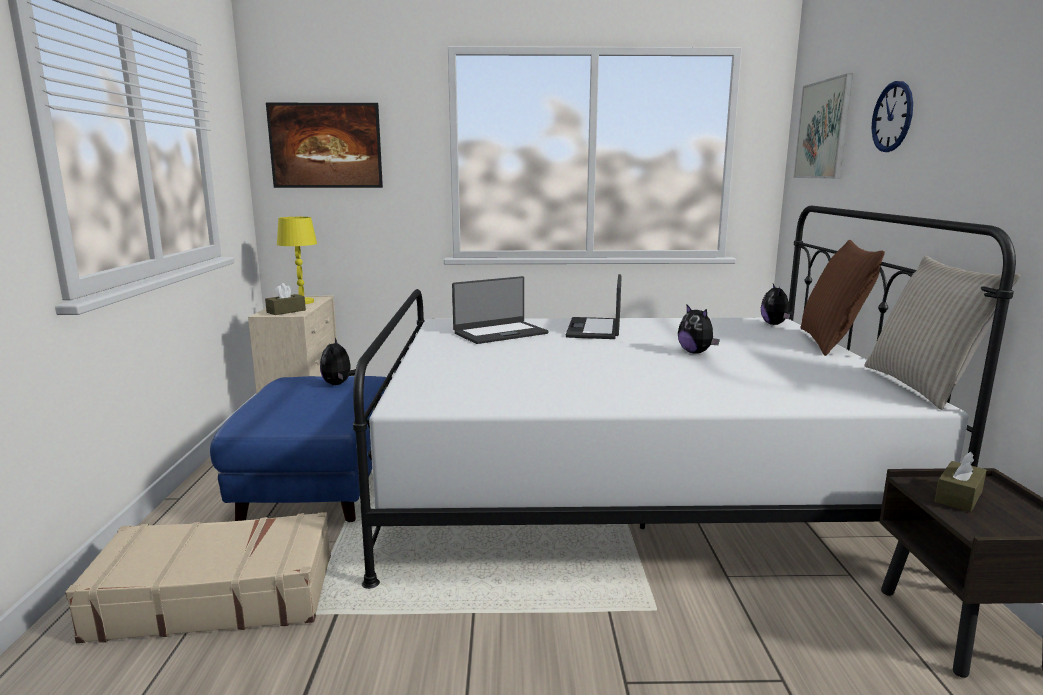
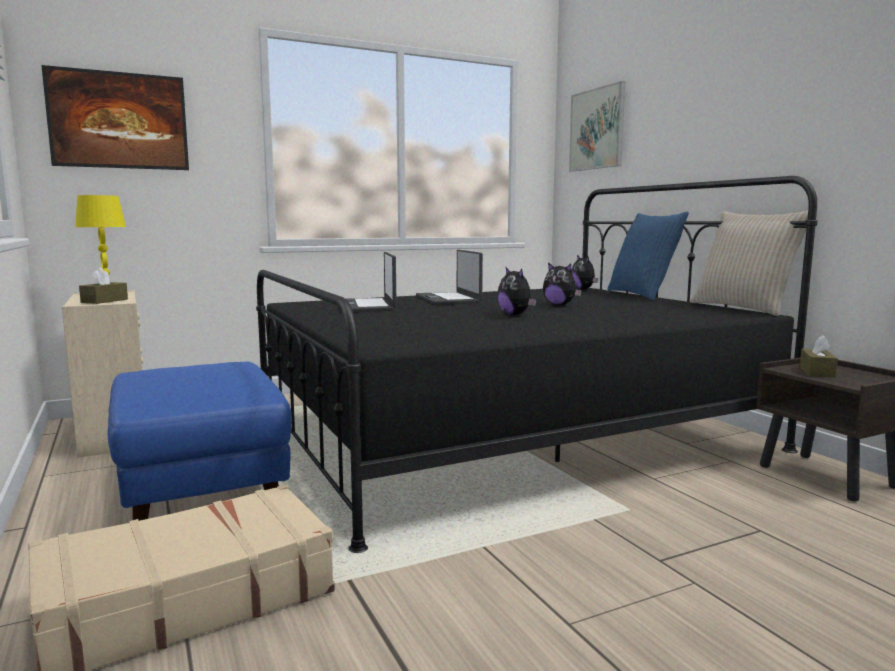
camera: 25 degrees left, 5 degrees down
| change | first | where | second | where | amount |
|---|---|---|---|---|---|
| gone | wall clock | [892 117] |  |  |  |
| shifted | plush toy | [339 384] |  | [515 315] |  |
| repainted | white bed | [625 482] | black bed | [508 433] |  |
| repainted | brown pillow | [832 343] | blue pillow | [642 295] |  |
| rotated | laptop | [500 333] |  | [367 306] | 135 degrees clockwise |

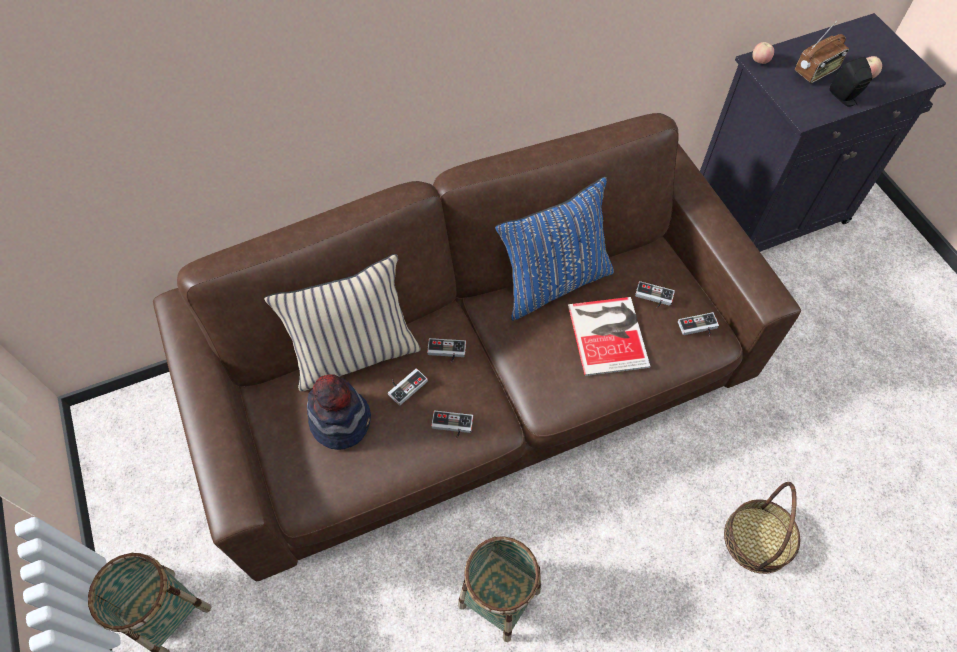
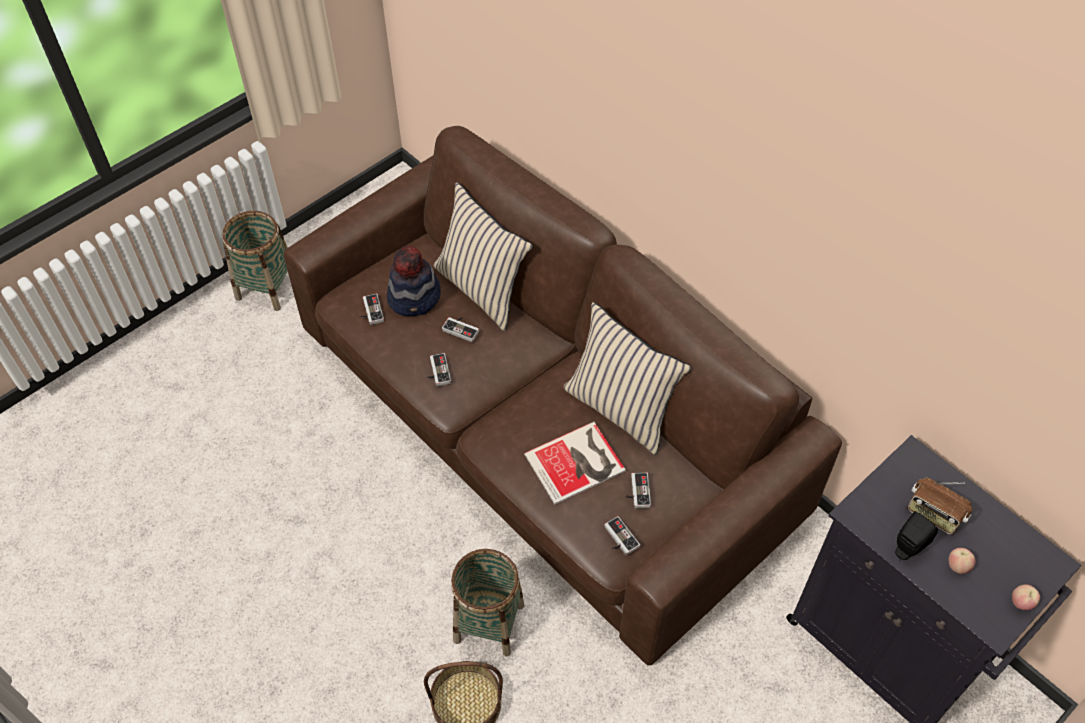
camera: 70 degrees right, 5 degrees down
| change | first | where | second | where | amount |
|---|---|---|---|---|---|
| shifted | game controller | [446 352] |  | [370 311] |  |
| shifted | basket | [499 597] |  | [489 623] |  |
| shifted | apple | [759 61] |  | [1021 603] |  |
| repainted | blue pillow | [553 282] | beige pillow | [621 409] |  |

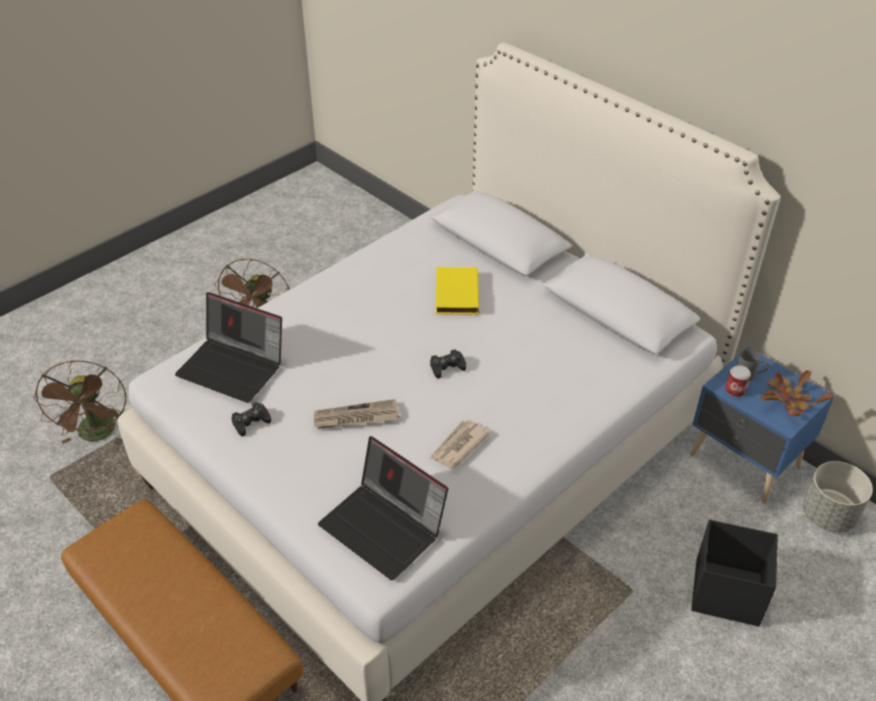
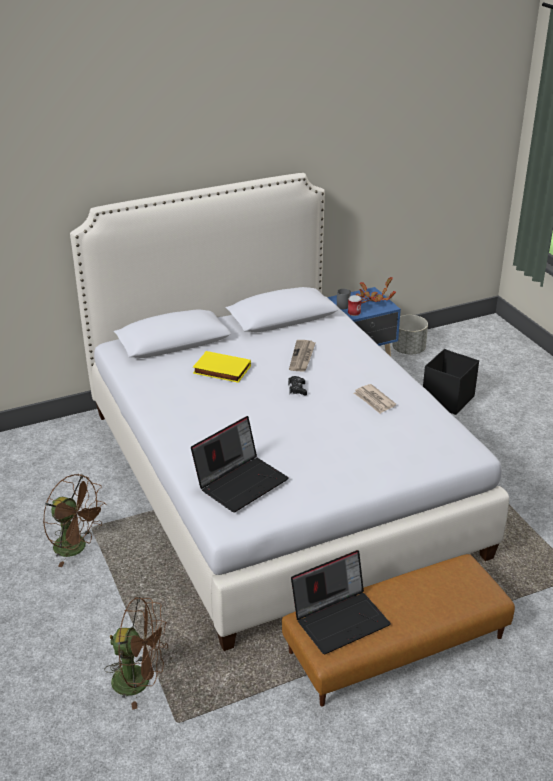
camera: 70 degrees left, 10 degrees down
| change | first | where | second | where | amount |
|---|---|---|---|---|---|
| gone | black game controller | [251 422] |  |  |  |
| shifted | newspaper | [356 417] |  | [302 357] |  |
| shifted | laptop | [385 528] |  | [340 618] |  |

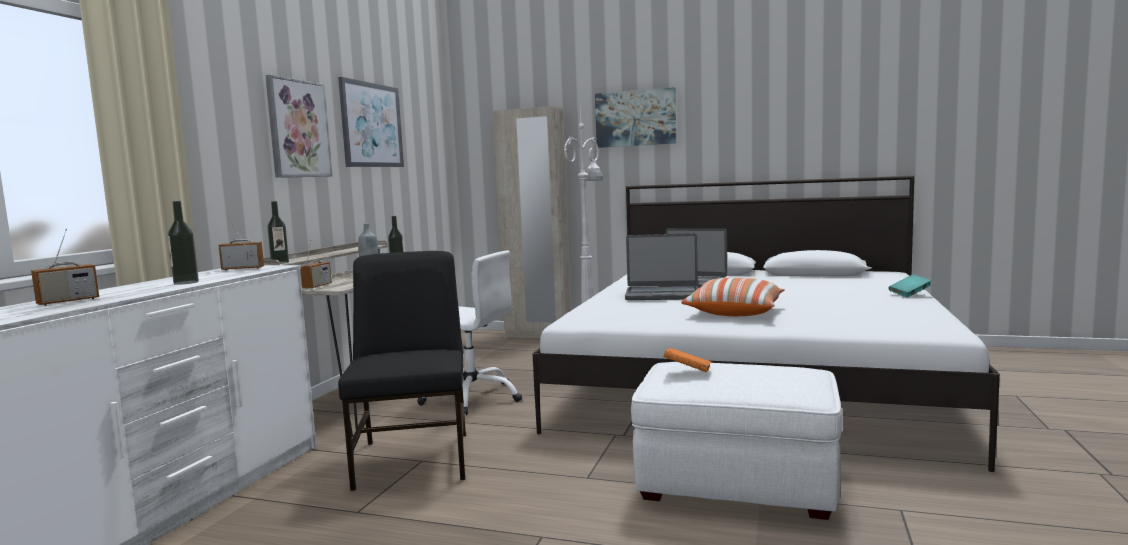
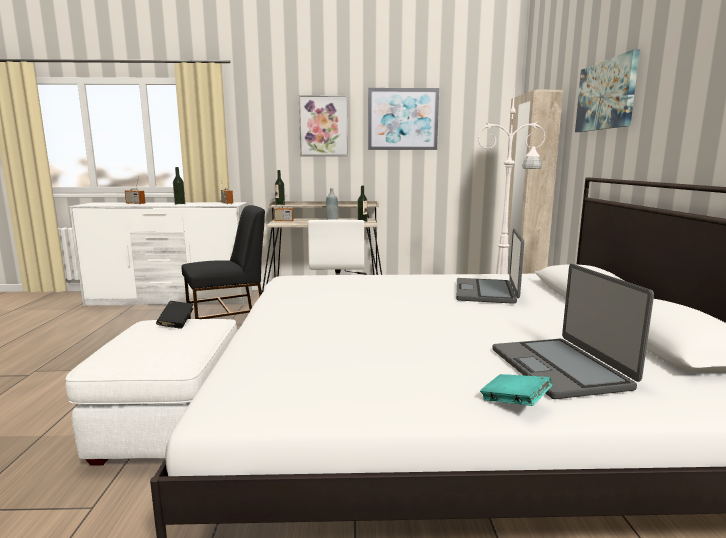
camera: 70 degrees right, 5 degrees up
| change | first | where | second | where | amount |
|---|---|---|---|---|---|
| gone | pillow | [734 312] |  |  |  |
| shifted | laptop | [662 295] |  | [560 368] |  |
| repainted | orange book | [687 372] | black book | [176 323] |  |

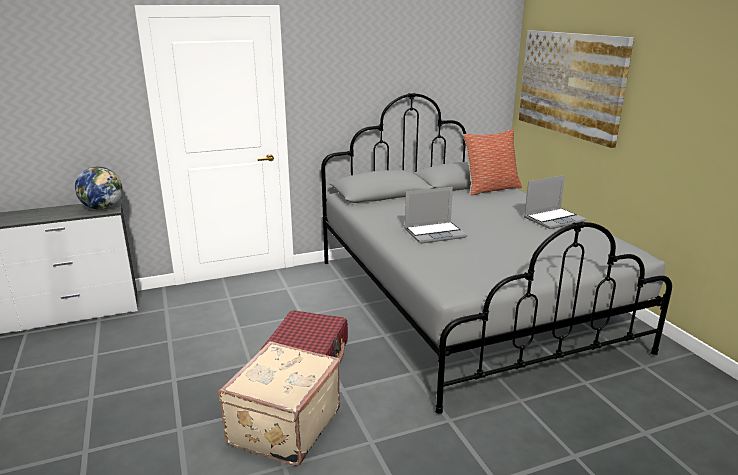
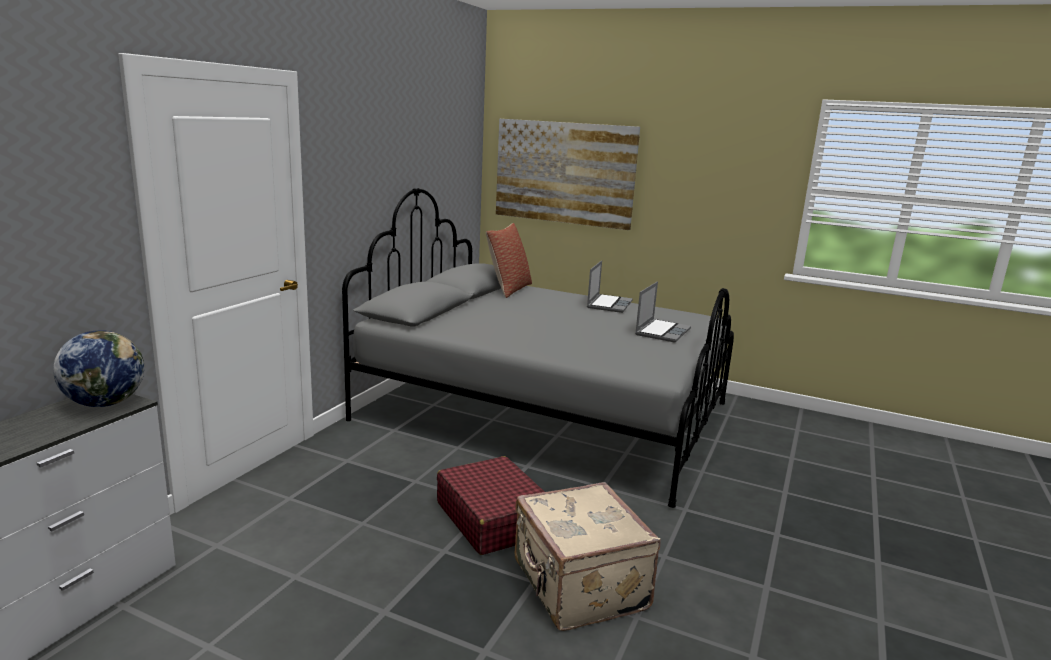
camera: 45 degrees left, 5 degrees down
| change | first | where | second | where | amount |
|---|---|---|---|---|---|
| shifted | laptop | [435 233] |  | [662 332] |  |

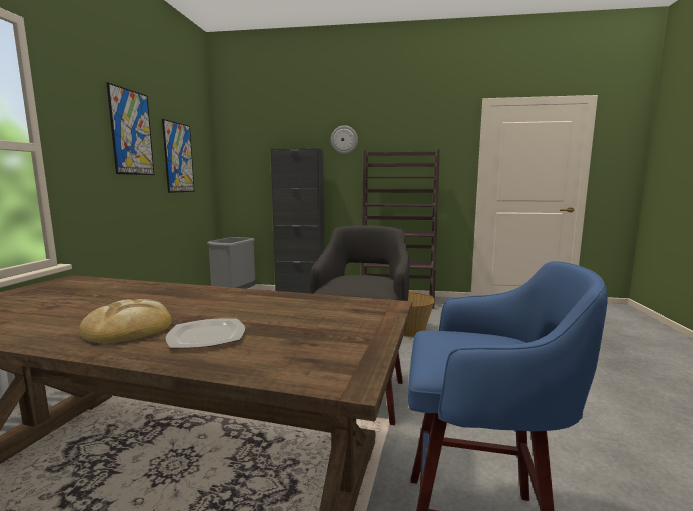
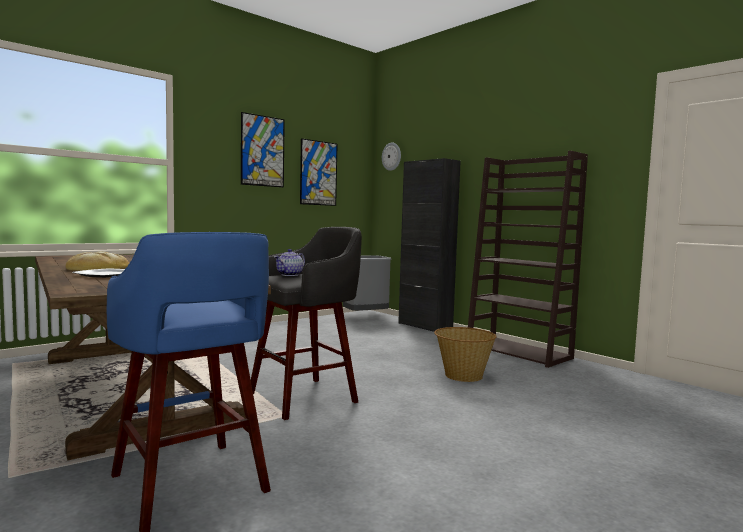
camera: 40 degrees right, 5 degrees down
| change | first | where | second | where | amount |
|---|---|---|---|---|---|
| new |  |  | teapot | [290 275] |  |
| shifted | wall clock | [344 139] |  | [391 156] |  |

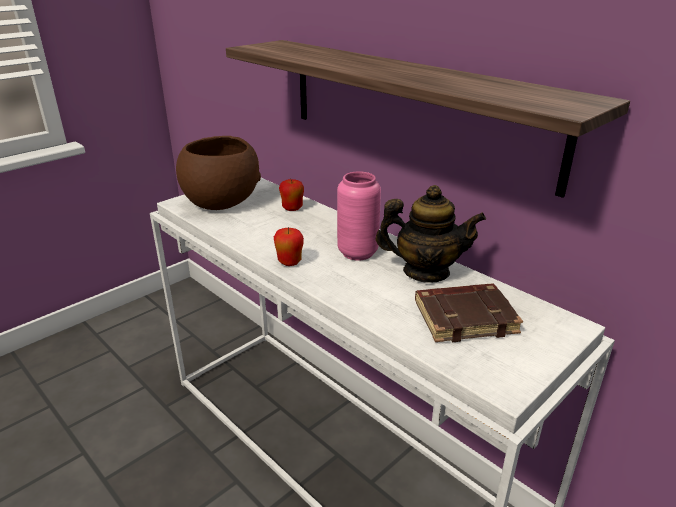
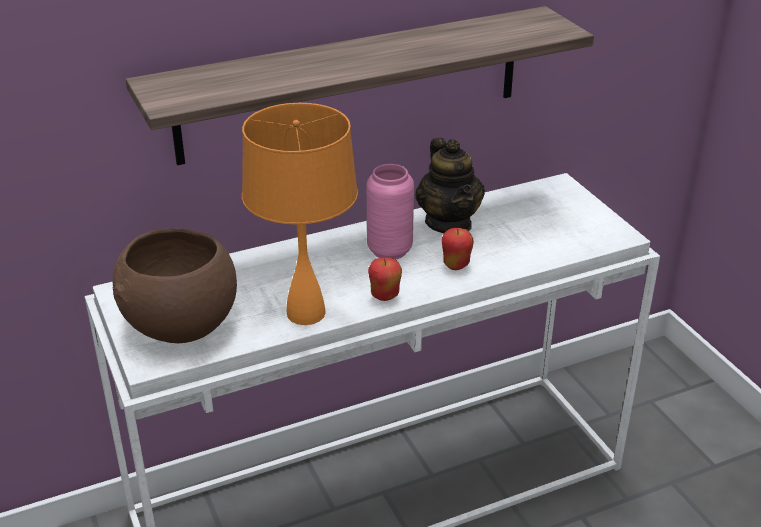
camera: 70 degrees left, 5 degrees up
| change | first | where | second | where | amount |
|---|---|---|---|---|---|
| gone | brown book | [465 317] |  |  |  |
| new |  |  | orange table lamp | [305 312] |  |
| shifted | apple | [292 209] |  | [456 265] |  |
| rotated | teapot | [425 272] |  | [449 223] | 135 degrees clockwise |

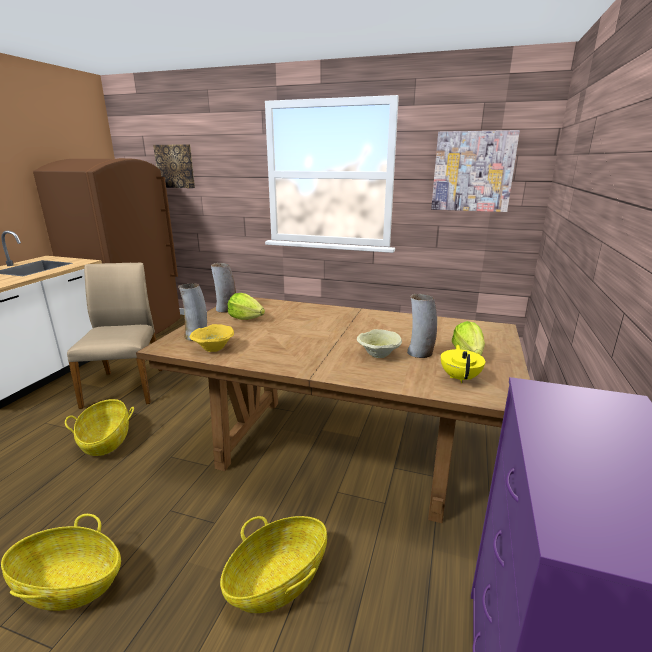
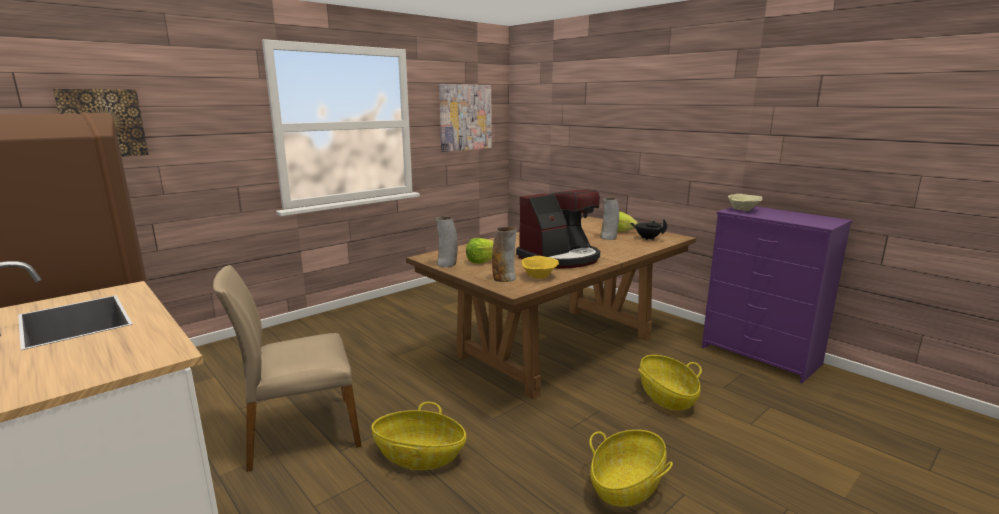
camera: 60 degrees left, 5 degrees down
| change | first | where | second | where | amount |
|---|---|---|---|---|---|
| new |  |  | coffee machine | [560 258] |  |
| shifted | beige bowl | [377 354] |  | [743 210] |  |
| repainted | yellow teapot | [460 377] | black teapot | [647 238] |  |
| rotated | beige chair | [126 386] |  | [301 433] | 45 degrees counterclockwise |

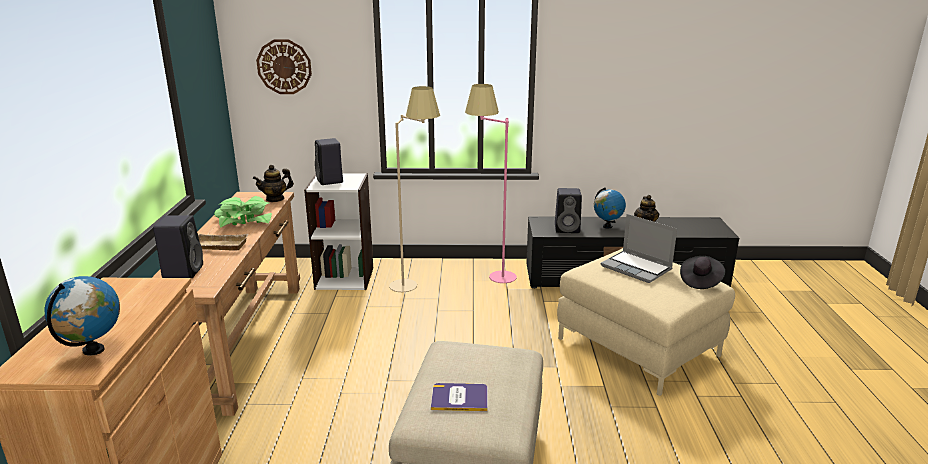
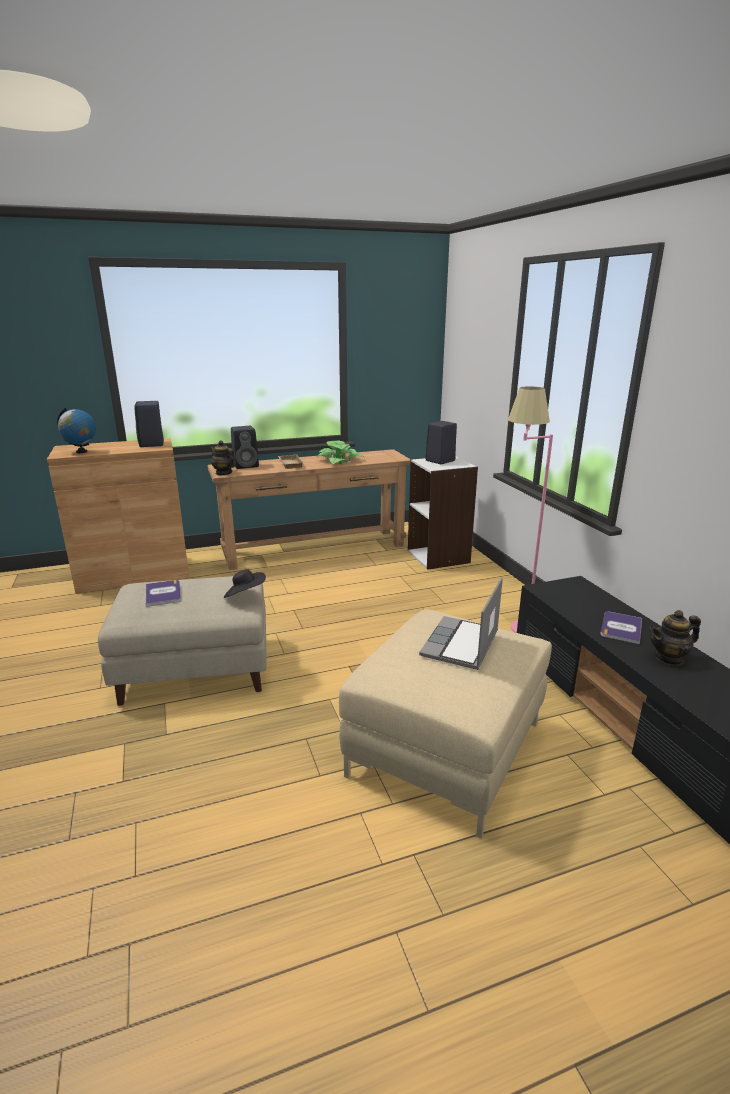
camera: 70 degrees right, 0 degrees up
| change | first | where | second | where | amount |
|---|---|---|---|---|---|
| gone | wall clock | [284 67] |  |  |  |
| gone | beige floor lamp | [416 284] |  |  |  |
| shifted | teapot | [275 199] |  | [223 473] |  |
| shifted | black speaker | [568 229] |  | [152 444] |  |
| shifted | black hat | [700 281] |  | [245 595] |  |
| swapped | globe | [607 226] | book | [621 628] |  |

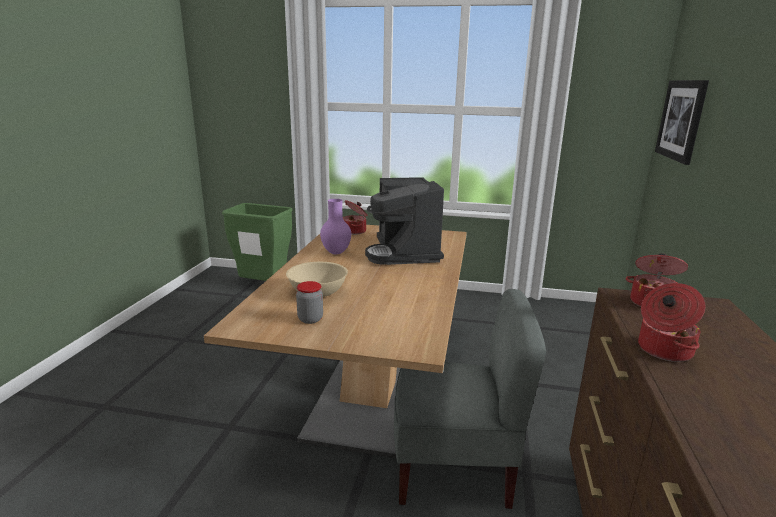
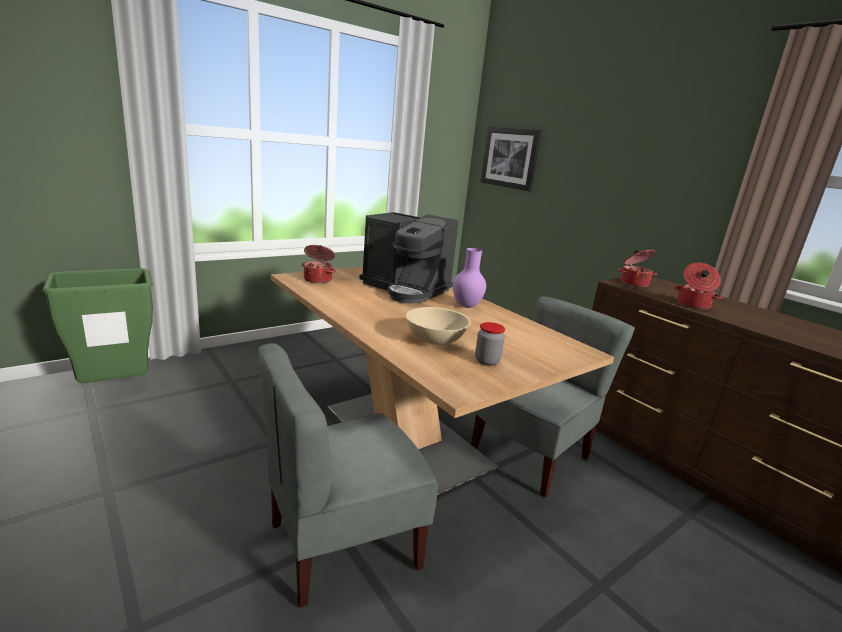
camera: 50 degrees left, 0 degrees up
| change | first | where | second | where | amount |
|---|---|---|---|---|---|
| new |  |  | grey chair | [342 544] |  |
| shifted | purple vase | [336 253] |  | [467 306] |  |

